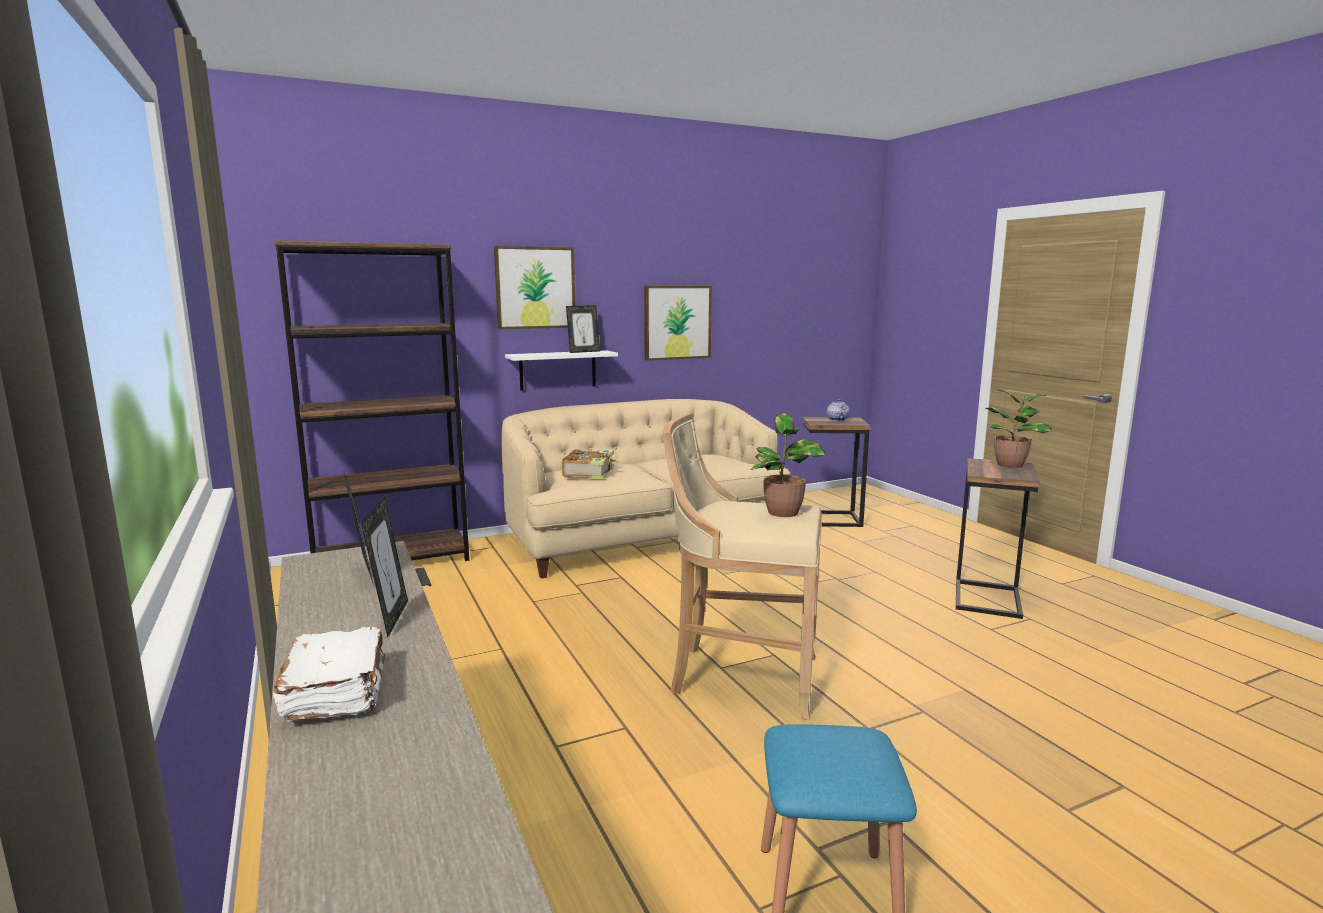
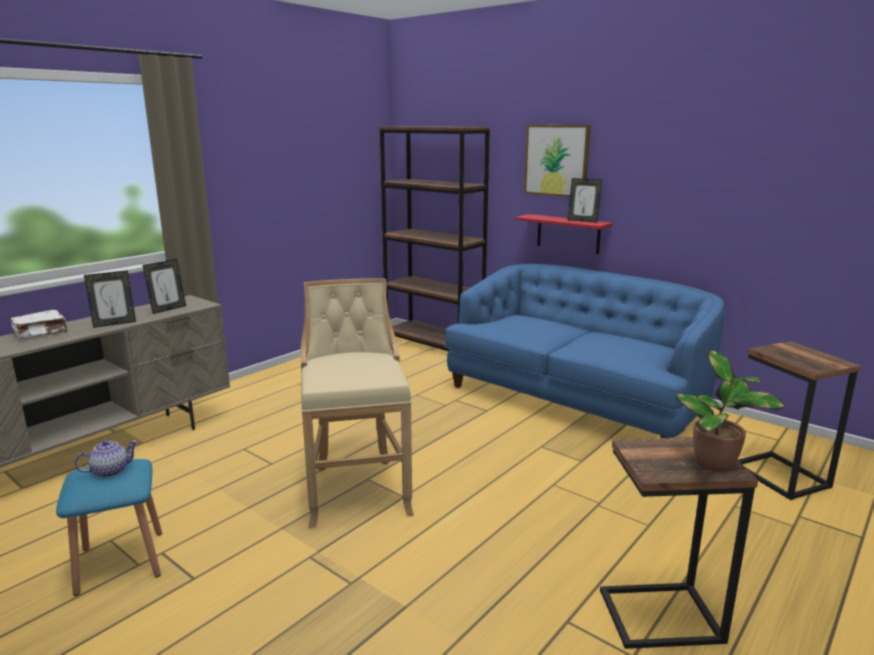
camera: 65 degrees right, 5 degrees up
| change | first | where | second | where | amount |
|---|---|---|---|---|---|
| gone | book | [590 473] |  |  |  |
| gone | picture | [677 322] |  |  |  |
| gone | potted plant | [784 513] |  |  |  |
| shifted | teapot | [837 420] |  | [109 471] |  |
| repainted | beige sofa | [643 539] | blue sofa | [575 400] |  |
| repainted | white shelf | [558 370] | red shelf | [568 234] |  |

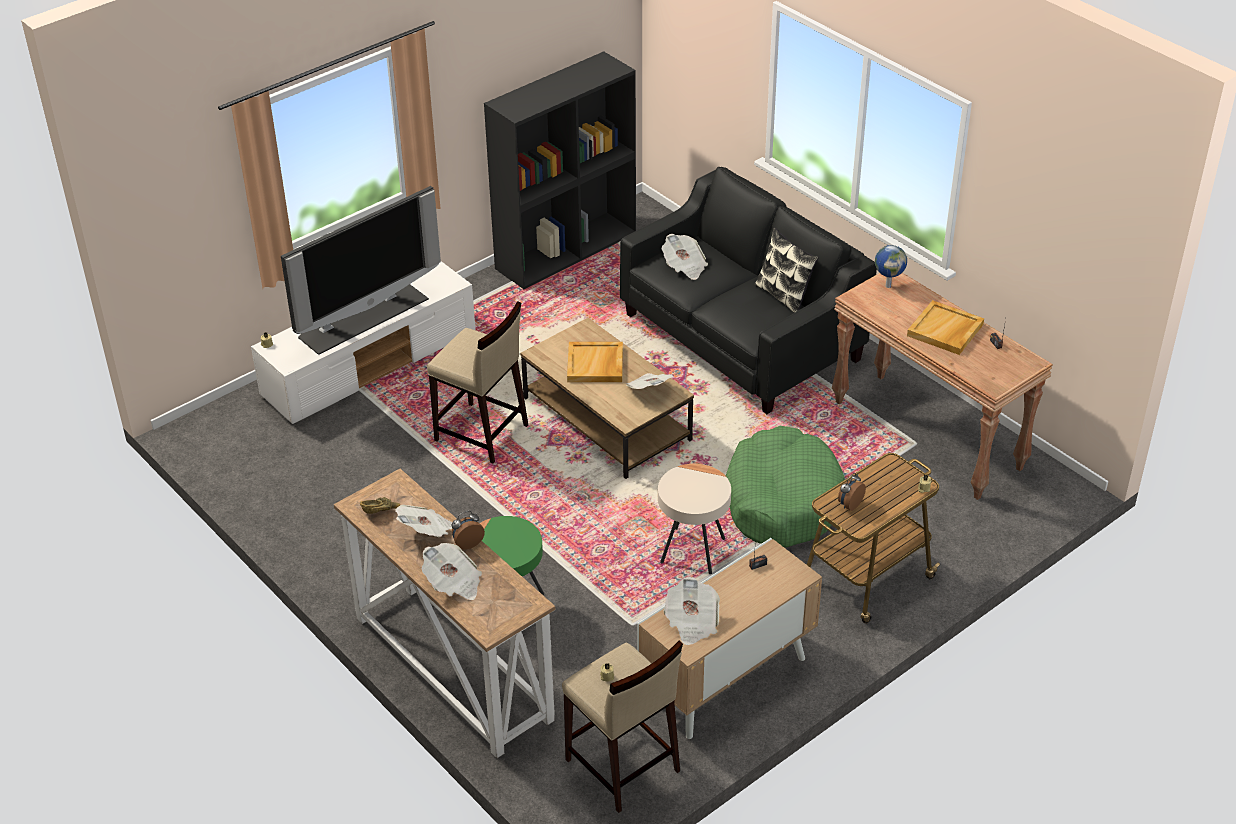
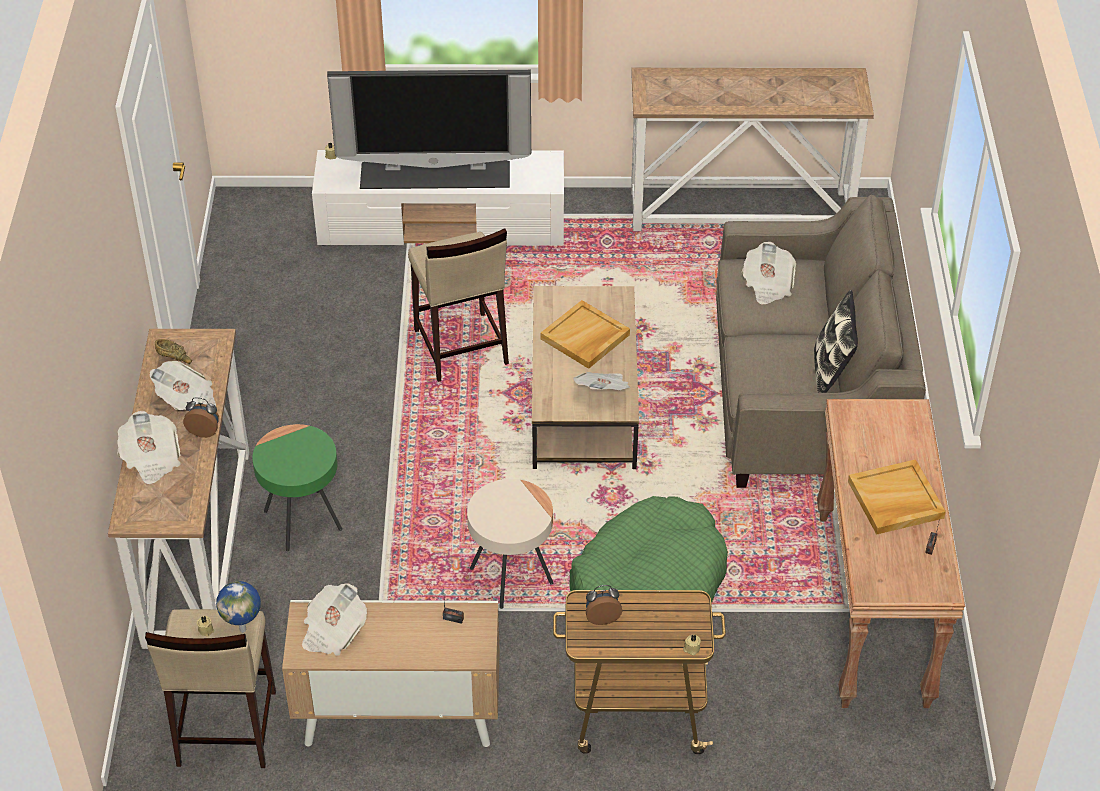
camera: 40 degrees right, 5 degrees up
| change | first | where | second | where | amount |
|---|---|---|---|---|---|
| shifted | globe | [888 285] |  | [243 628] |  |
| swapped | black bookcase | [566 250] | console table | [742 210] |  |
| repainted | black sofa | [741 337] | beige sofa | [806 395] |  |

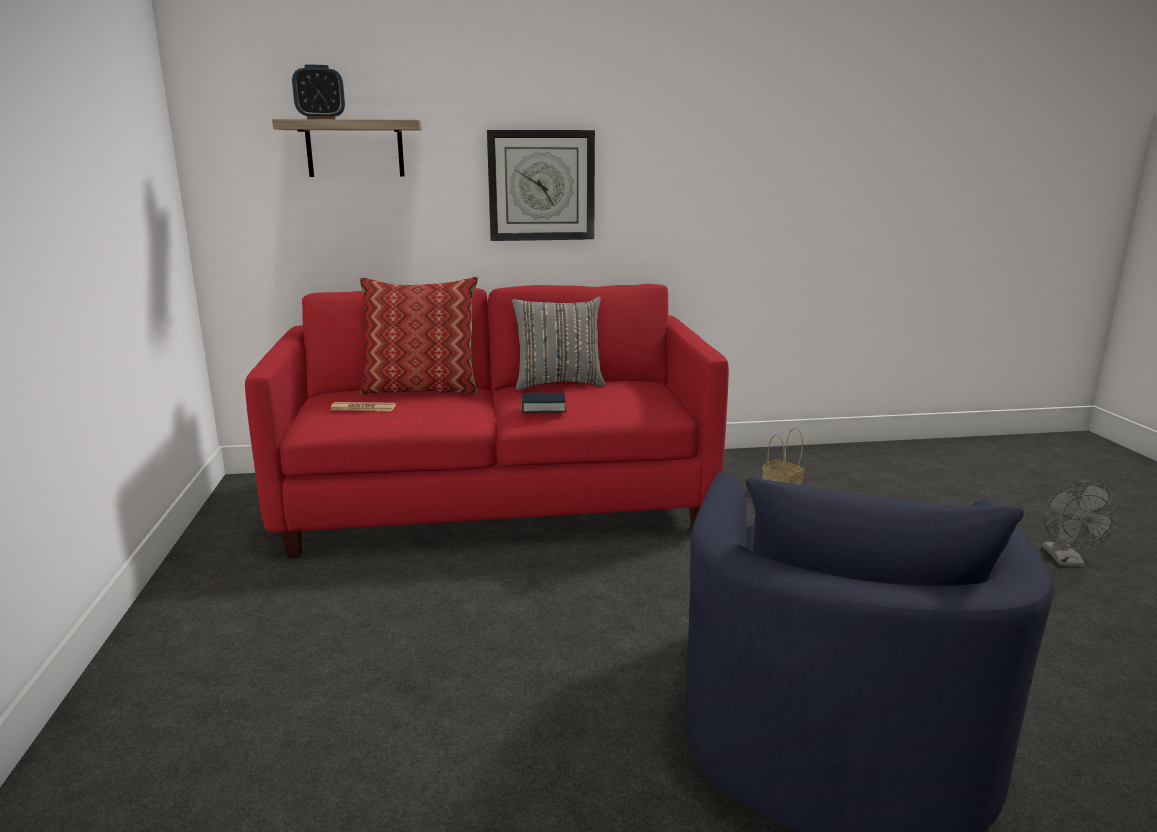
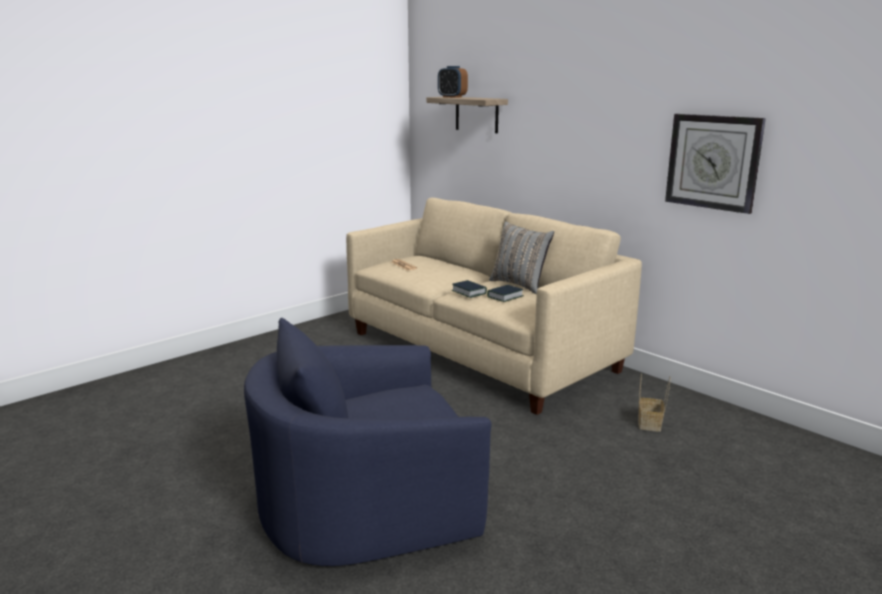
camera: 55 degrees right, 0 degrees up
| change | first | where | second | where | amount |
|---|---|---|---|---|---|
| gone | pillow | [422 389] |  |  |  |
| gone | grey fan | [1066 560] |  |  |  |
| new |  |  | book | [505 296] |  |
| shifted | wall clock | [541 185] |  | [713 162] |  |
| repainted | red sofa | [498 501] | beige sofa | [480 351] |  |

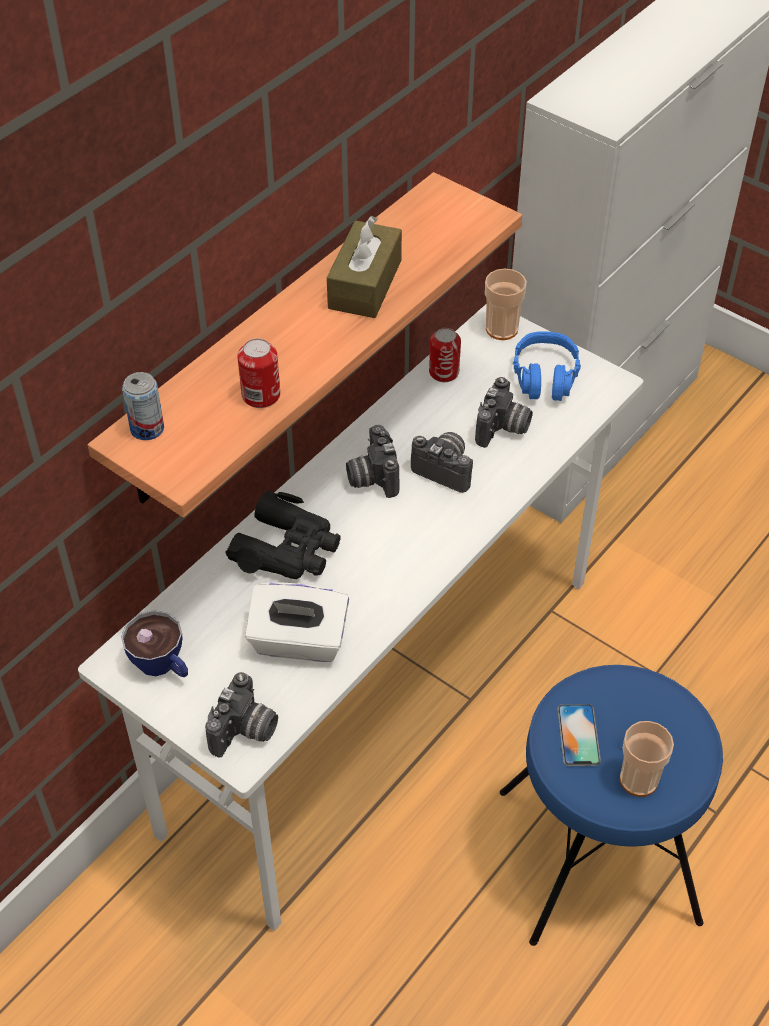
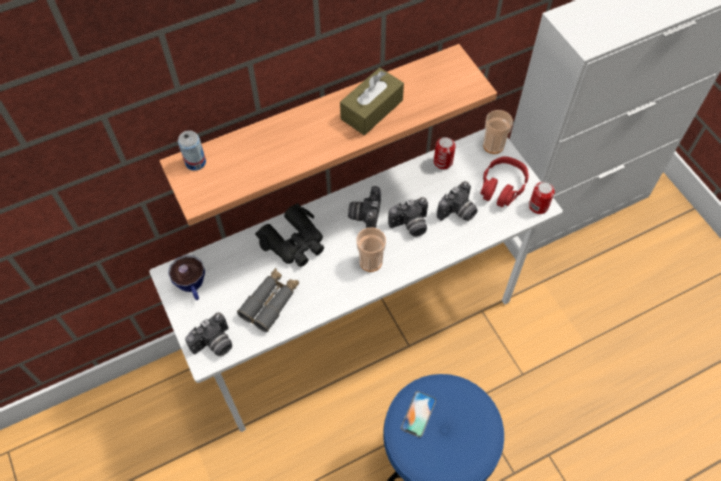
camera: 25 degrees right, 10 degrees up
| change | first | where | second | where | amount |
|---|---|---|---|---|---|
| shifted | can | [261 395] |  | [538 206] |  |
| shifted | cup | [638 780] |  | [370 261] |  |
| swapped | white tissue box | [298 642] | grey binoculars | [270 302] |  |
| repainted | blue headphones | [545 377] | red headphones | [502 187] |  |
| rotated | photo camera | [446 469] |  | [410 226] | 105 degrees clockwise |

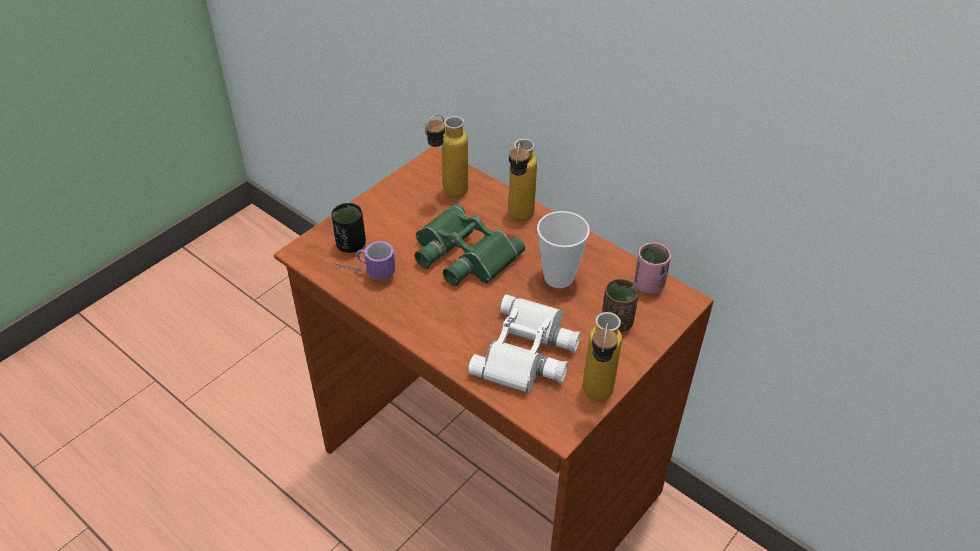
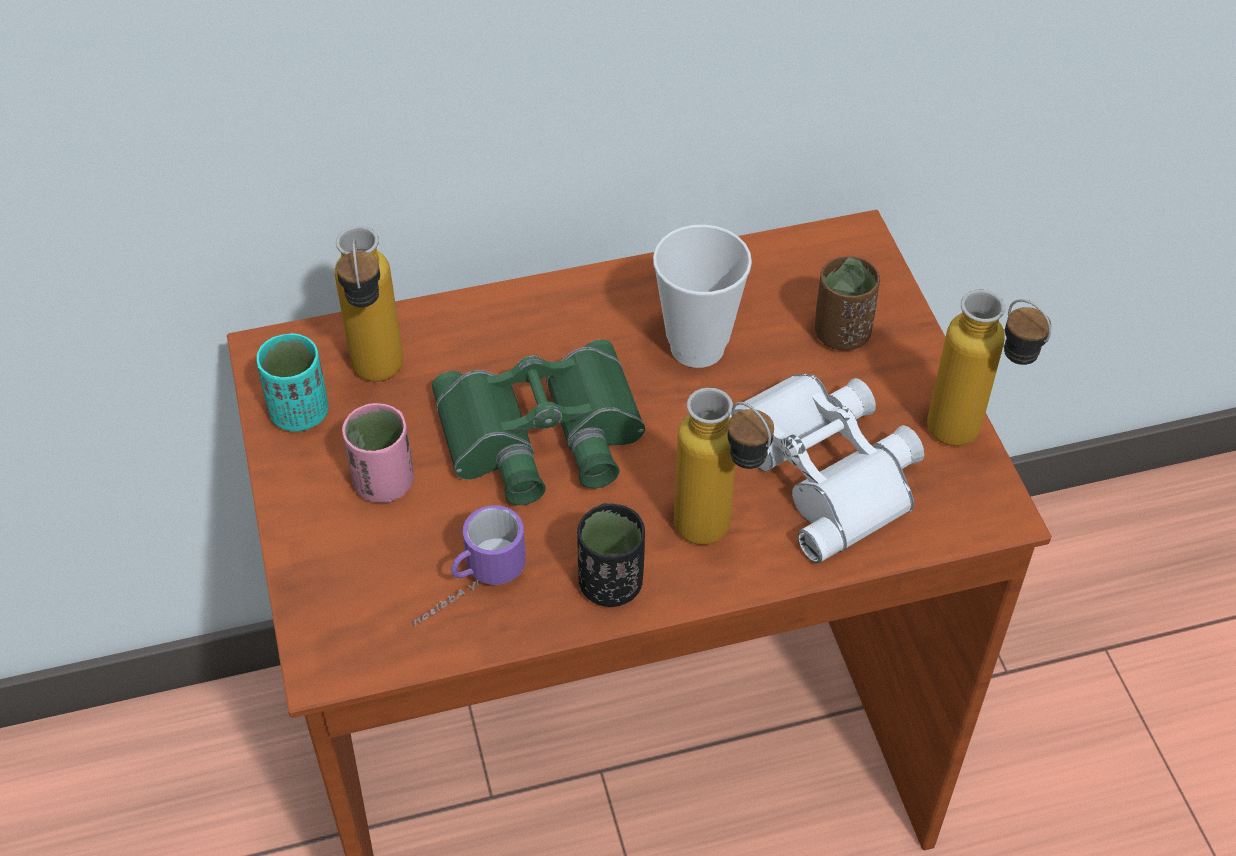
camera: 55 degrees left, 5 degrees up
| change | first | where | second | where | amount |
|---|---|---|---|---|---|
| new |  |  | turquoise cup | [300 413] |  |
| shifted | black cup | [351 245] |  | [611 584] |  |
| shifted | bottle | [518 220] |  | [718 539] |  |
| shifted | pink cup | [648 285] |  | [384 483] |  |

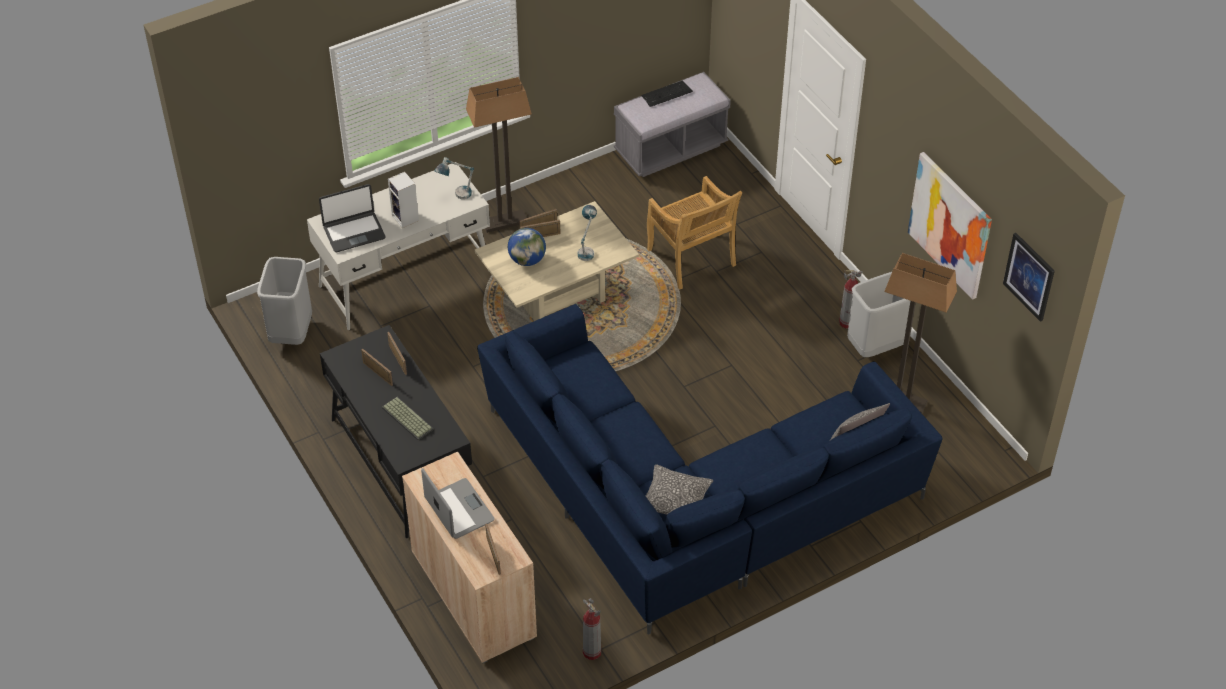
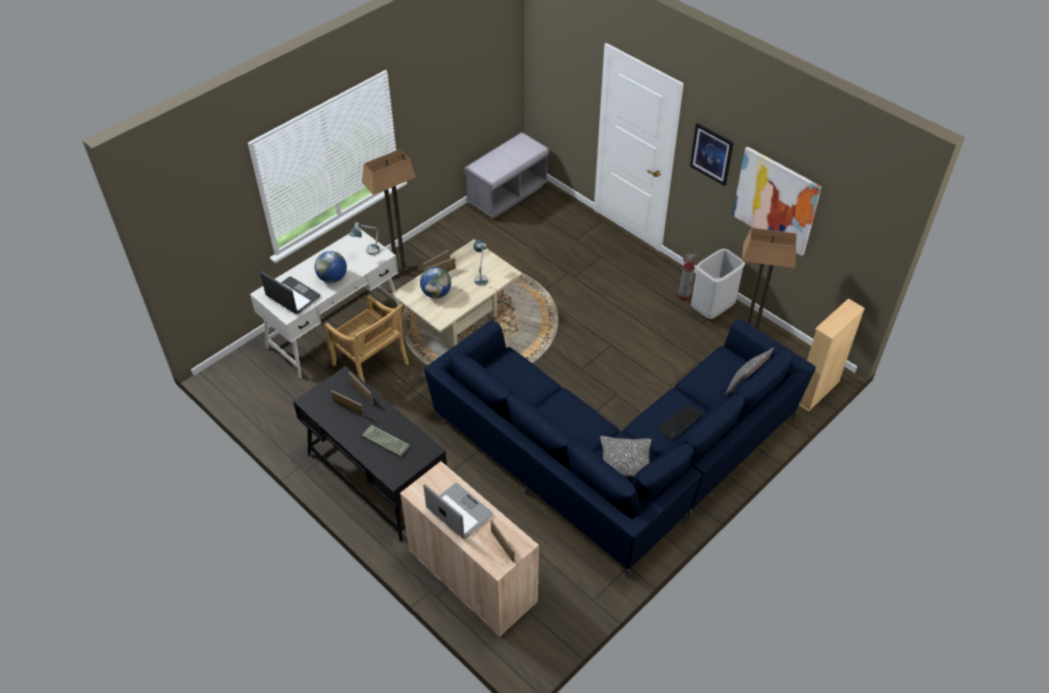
camera: 15 degrees left, 0 degrees up
| change | first | where | second | where | amount |
|---|---|---|---|---|---|
| gone | grey trash can | [292 333] |  |  |  |
| gone | fire extinguisher | [591 652] |  |  |  |
| new |  |  | beige bookcase | [816 391] |  |
| shifted | keyboard | [666 94] |  | [680 422] |  |
| shifted | beige chair | [692 259] |  | [371 365] |  |
| shifted | picture | [1029 276] |  | [711 154] |  |
| swapped | speaker | [406 218] | globe | [332 278] |  |
| rotated | laptop | [354 232] |  | [292 297] | 105 degrees counterclockwise |

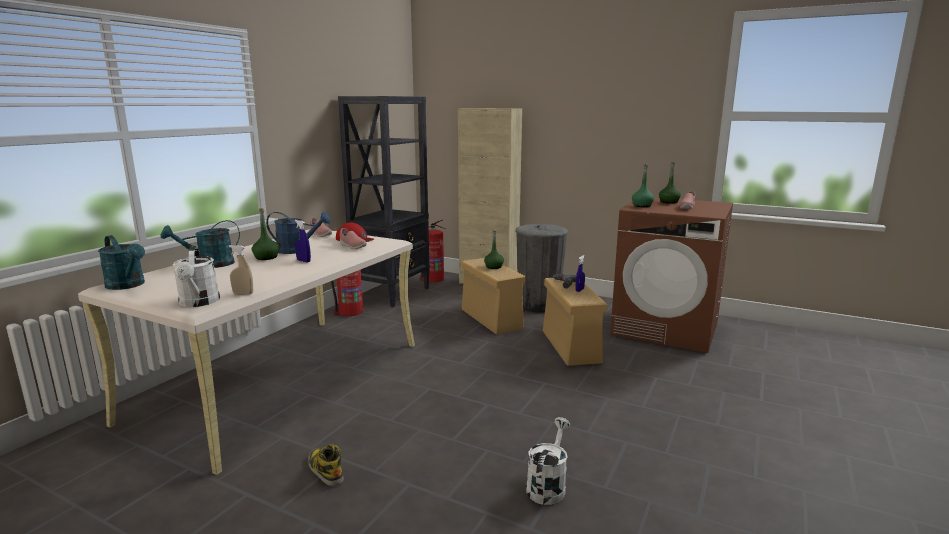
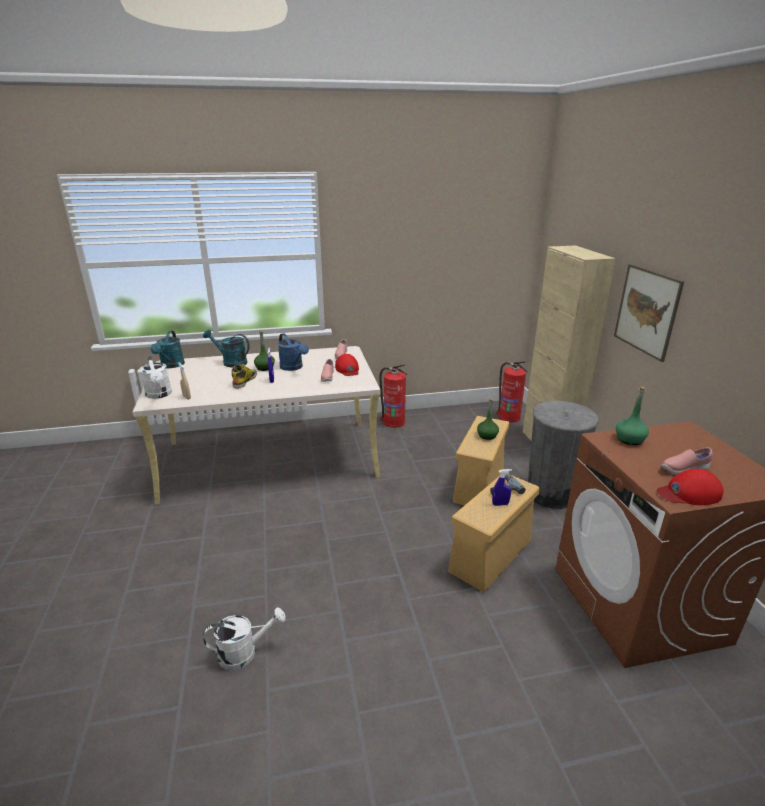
camera: 50 degrees right, 10 degrees up
| change | first | where | second | where | amount |
|---|---|---|---|---|---|
| gone | black bookcase | [392 293] |  |  |  |
| gone | green bottle | [668 202] |  |  |  |
| new |  |  | picture | [646 311] |  |
| new |  |  | red cap | [689 493] |  |
| shifted | boot | [325 470] |  | [245 381] |  |
| rotated | white watering can | [198 303] |  | [159 395] | 60 degrees counterclockwise |

